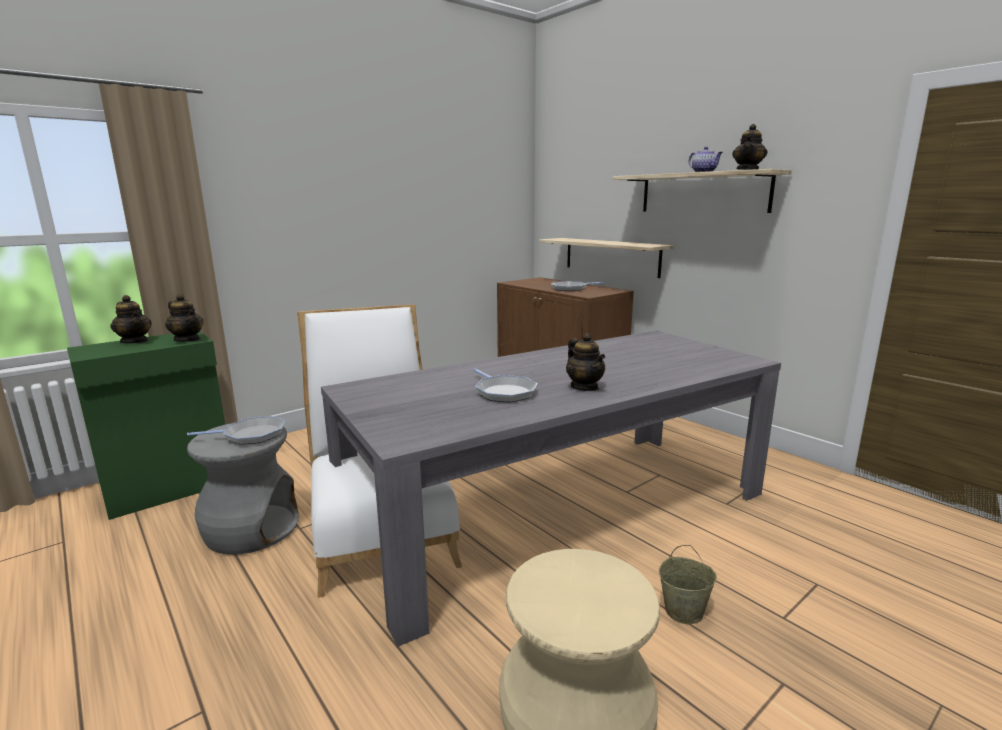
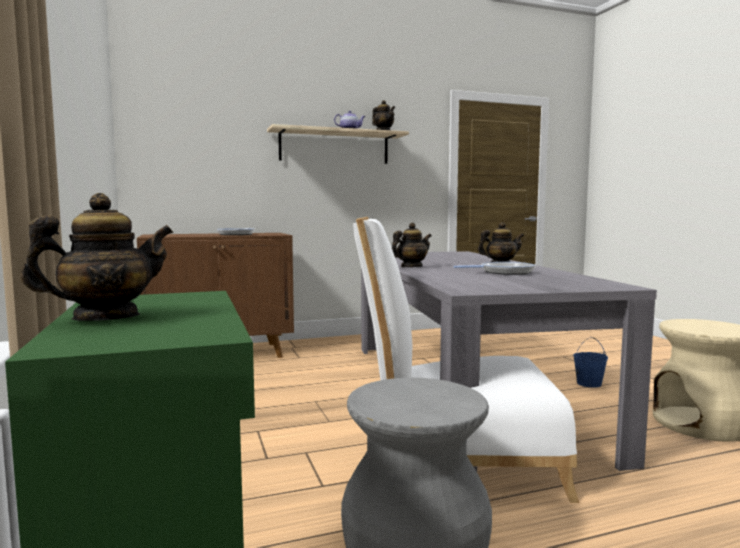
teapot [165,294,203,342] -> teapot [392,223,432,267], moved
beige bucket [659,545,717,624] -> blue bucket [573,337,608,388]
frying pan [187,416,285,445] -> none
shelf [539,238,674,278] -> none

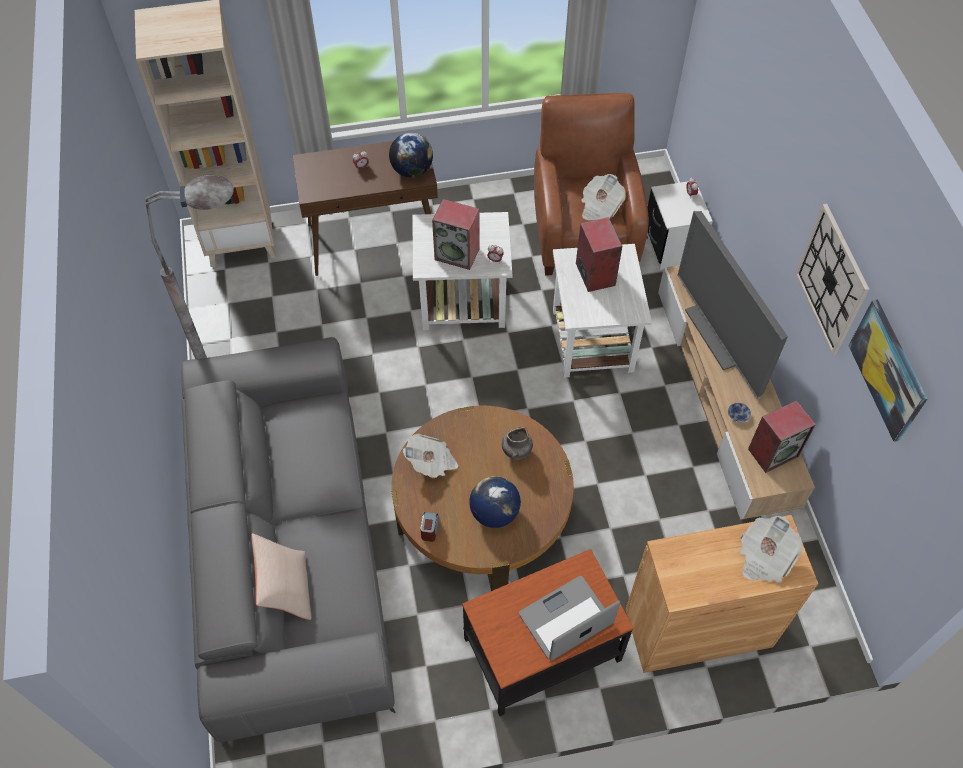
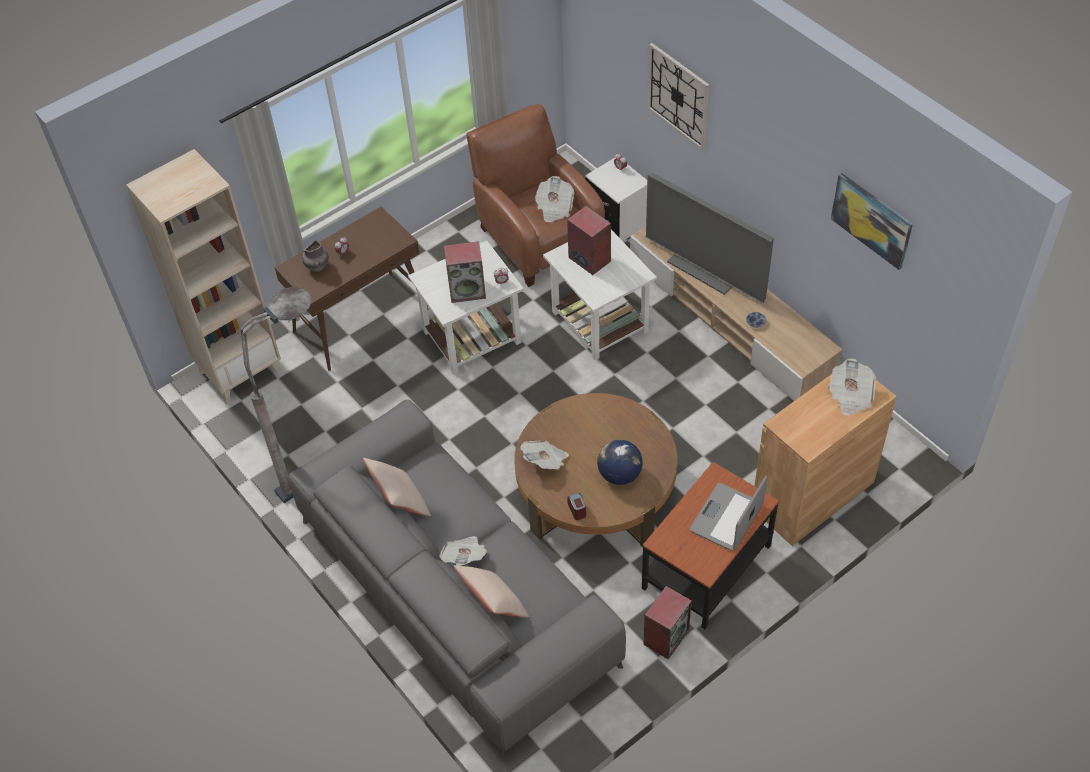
grey vase [502,427,533,460] -> grey vase [302,240,329,272], moved
none -> beige pillow [363,458,431,516]
none -> newspaper [439,536,488,565]
speaker [748,400,816,473] -> speaker [644,586,692,660], moved
wall clock [795,204,870,355] -> wall clock [648,43,709,150], moved
globe [389,133,433,178] -> none

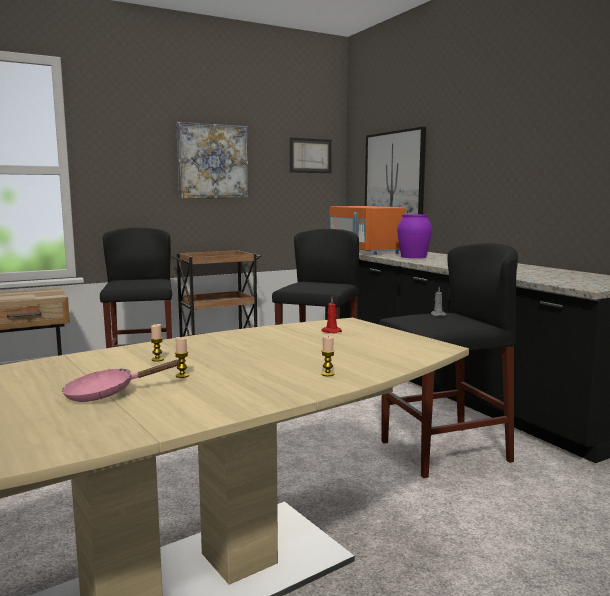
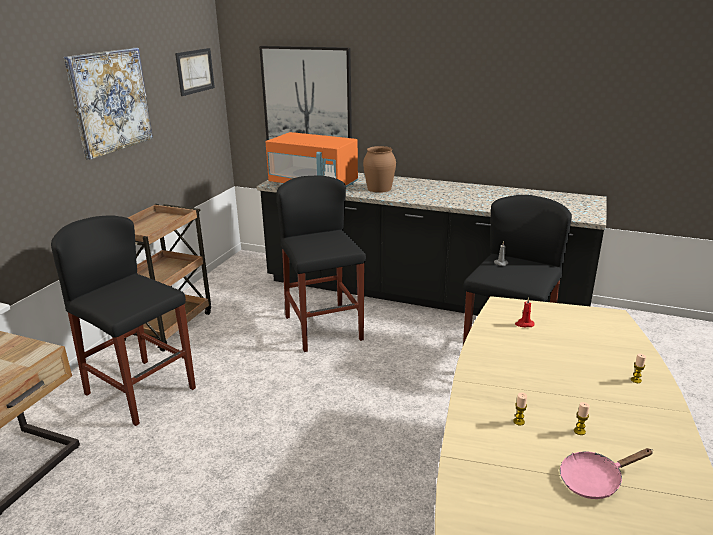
purple vase [397,214,432,258] -> brown vase [363,146,396,193]
pink frying pan [62,360,181,402] -> pink frying pan [560,448,653,499], 45 degrees clockwise

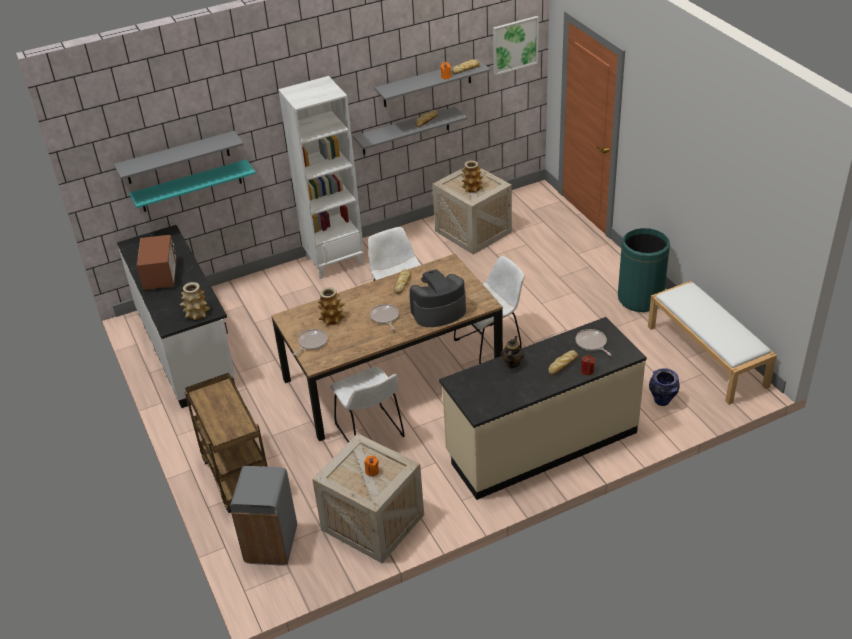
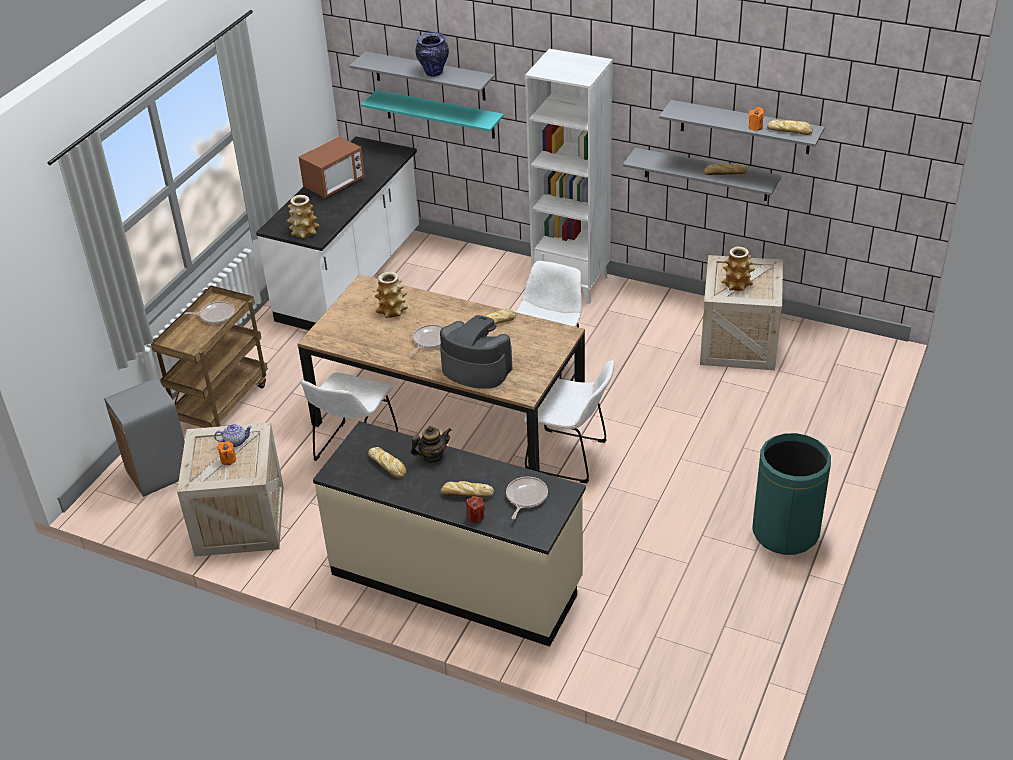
frying pan [293,329,328,355] -> frying pan [181,301,235,324], moved
none -> teapot [214,424,252,447]
none -> bread [368,447,407,478]
vase [649,368,680,406] -> vase [416,32,449,77], moved
picture [493,16,539,75] -> none
white bench [648,281,777,405] -> none

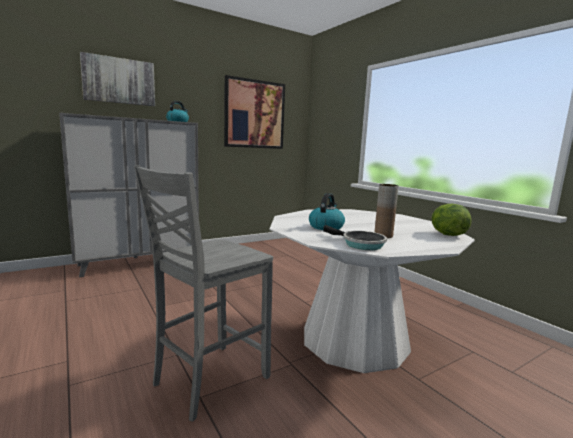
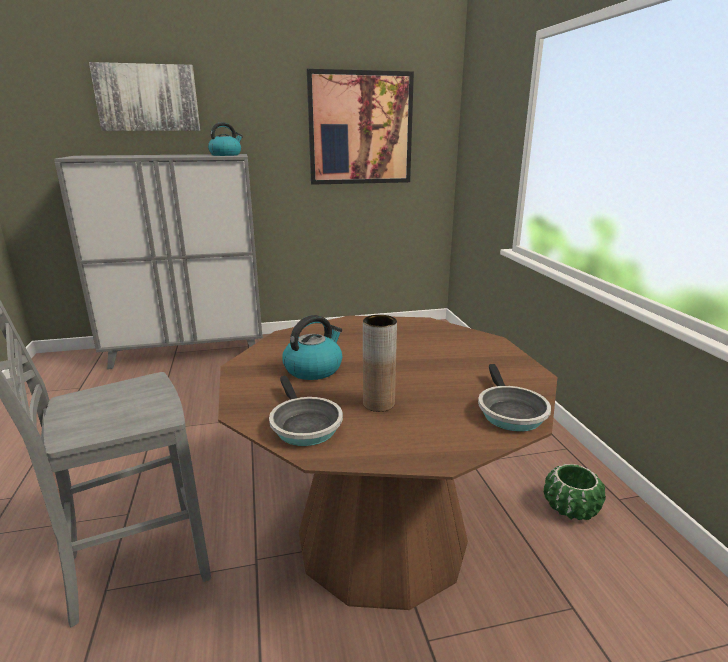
white dining table [269,209,475,373] -> brown dining table [218,315,558,610]
lettuce [432,204,471,236] -> frying pan [478,364,551,432]
none -> green planter [544,464,606,520]

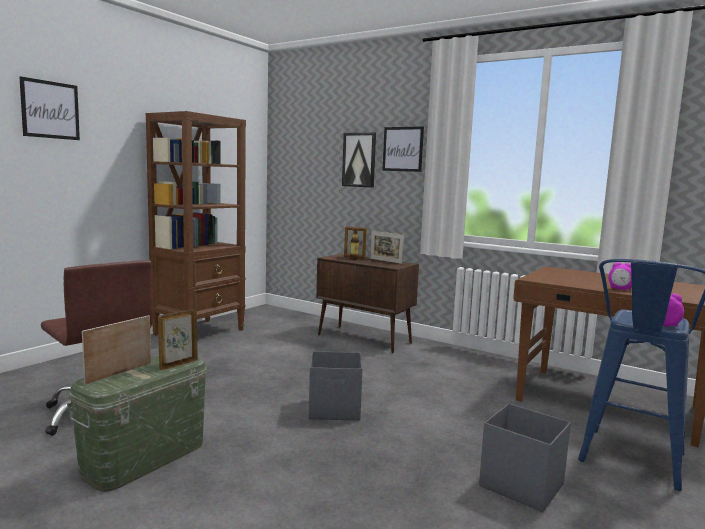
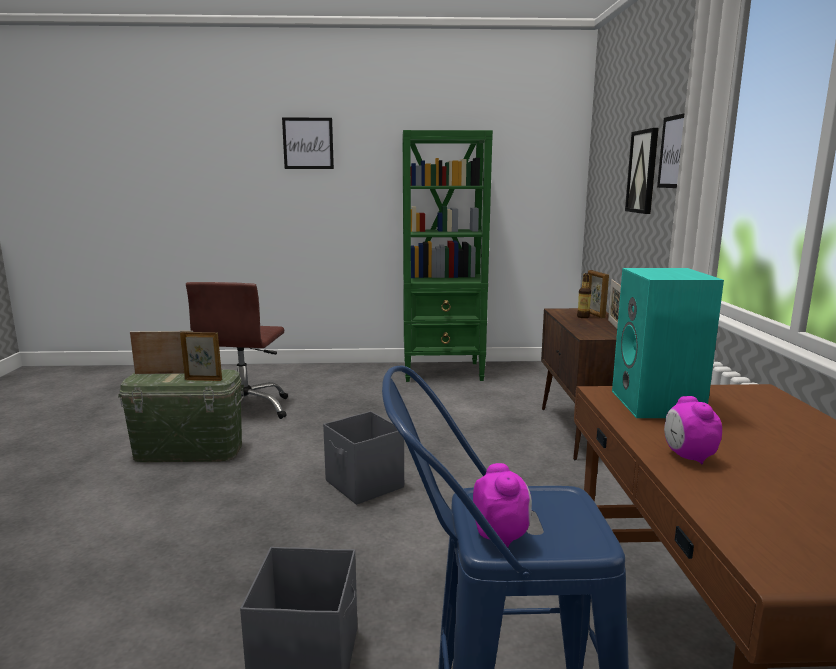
brown bookcase [146,111,246,336] -> green bookcase [402,130,493,382]
none -> turquoise speaker [612,268,724,418]

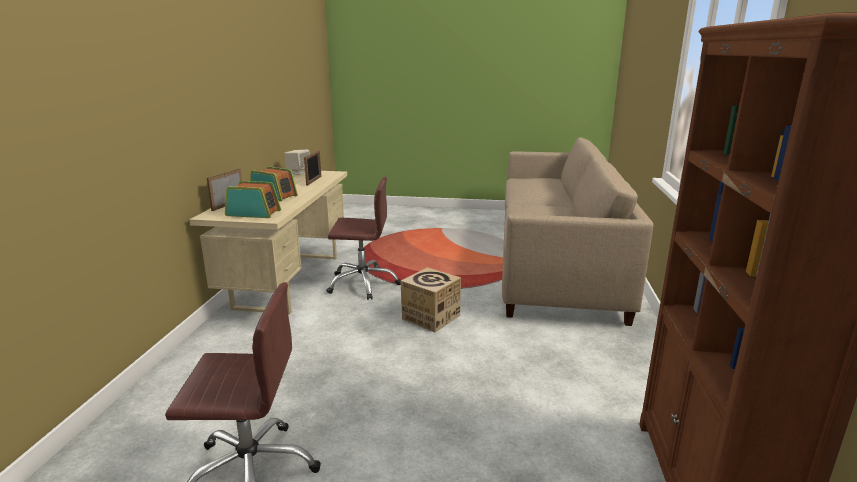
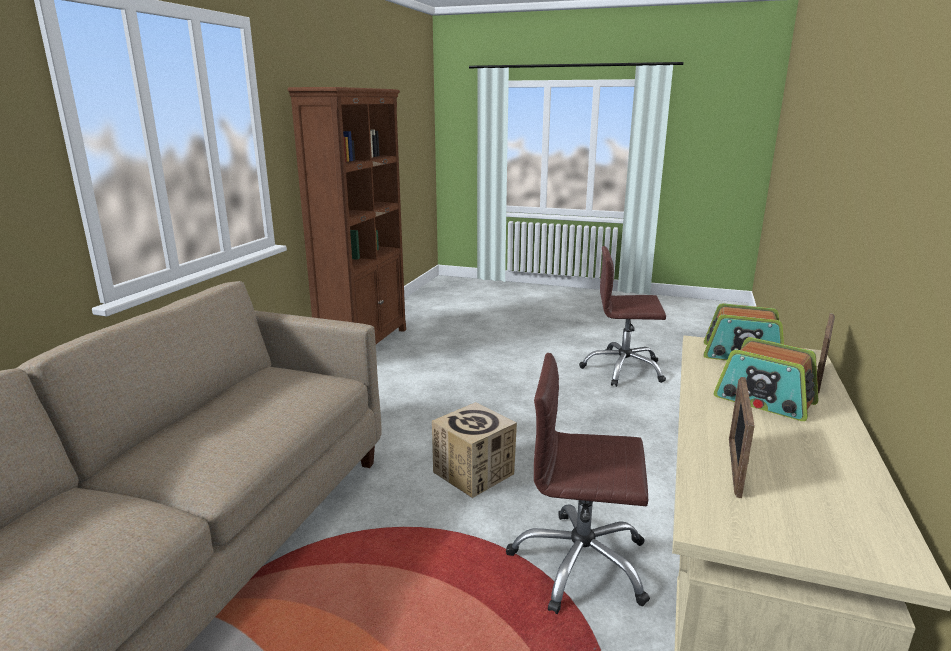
beige speaker [284,150,310,175] -> none

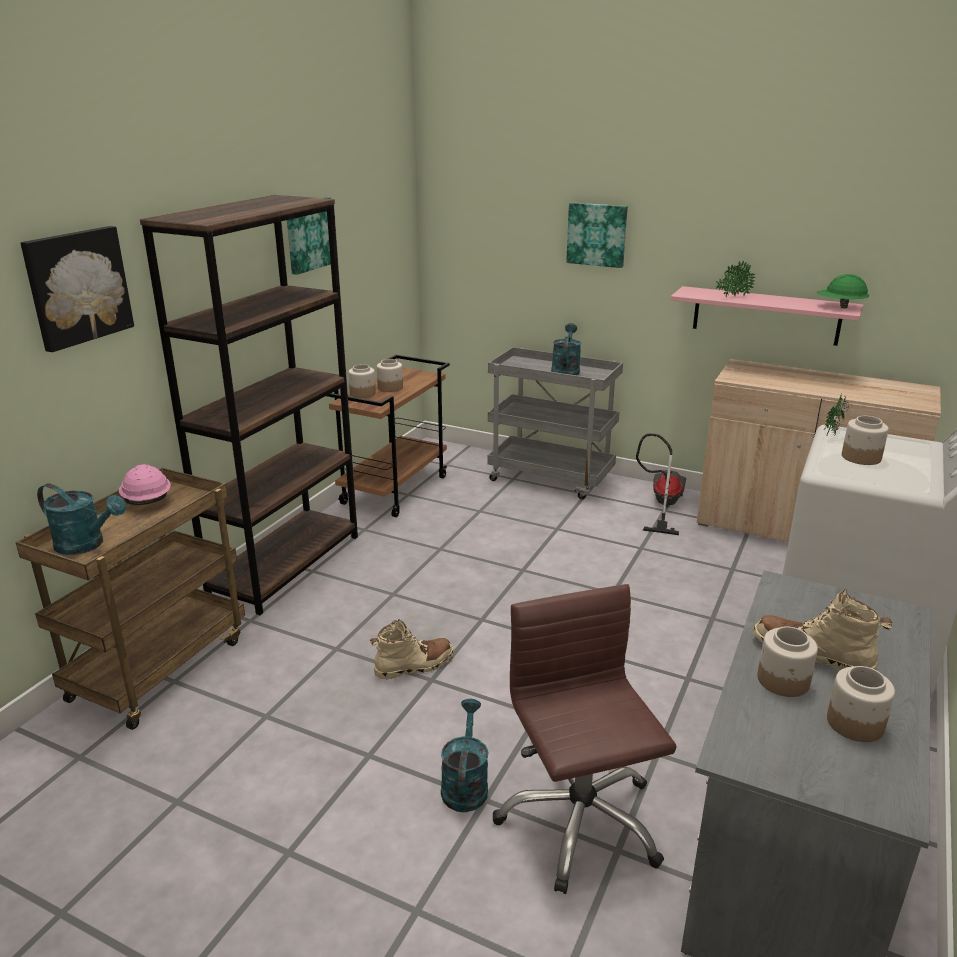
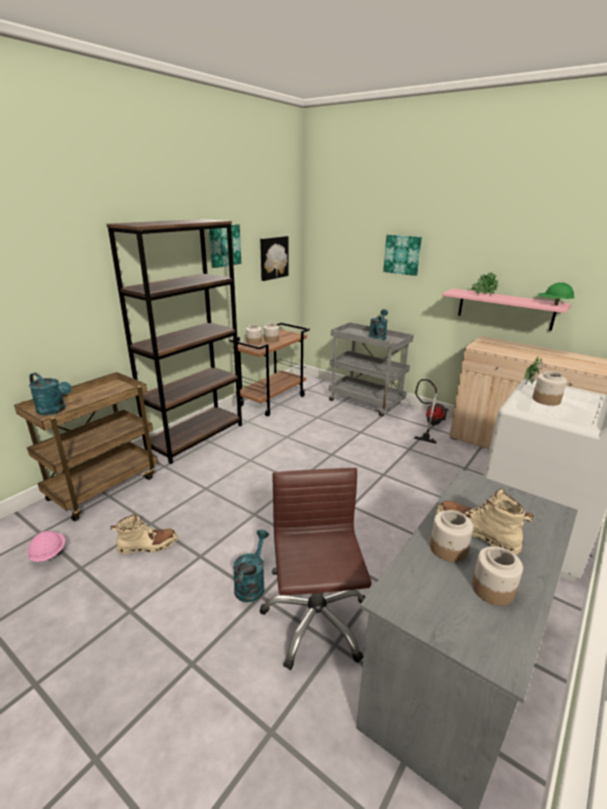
pink hard hat [119,464,171,505] -> pink hard hat [27,531,65,562], moved
beige boot [370,619,454,680] -> beige boot [110,514,178,555], moved
picture [21,226,134,352] -> picture [260,236,289,281], moved

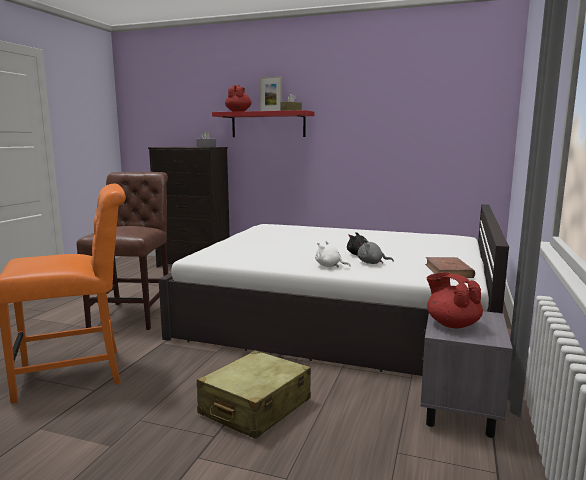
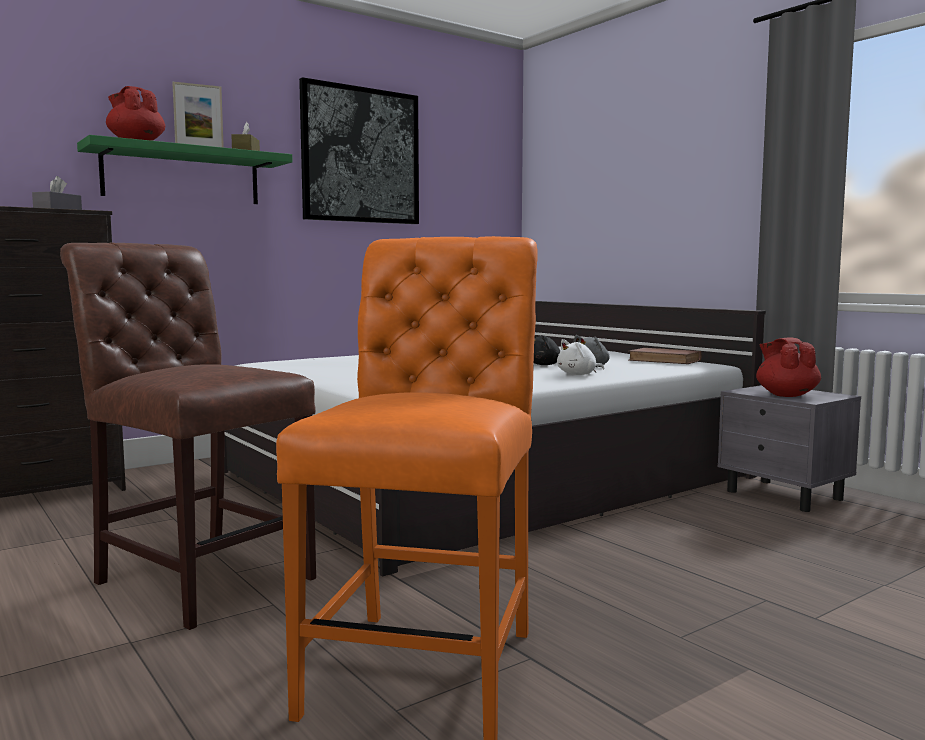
red shelf [212,110,314,137] -> green shelf [77,135,293,204]
none -> picture [299,77,419,224]
red teapot [427,272,483,328] -> red teapot [756,338,821,397], 75 degrees clockwise
beige suitcase [197,350,311,439] -> none

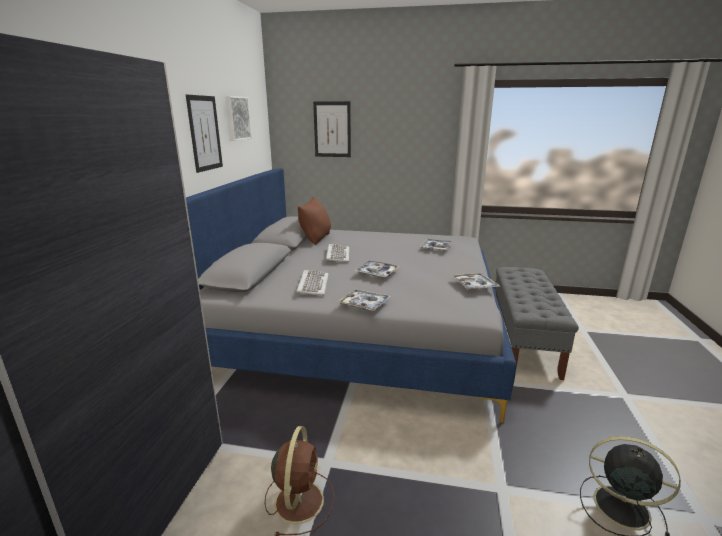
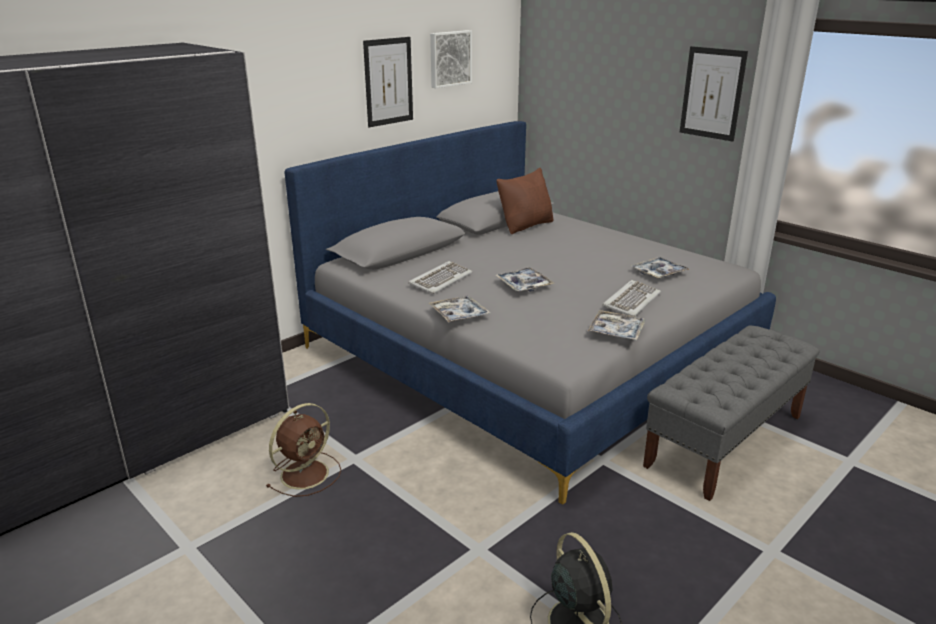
keyboard [326,244,349,262] -> keyboard [602,280,661,316], moved
picture [313,101,351,157] -> picture [680,46,748,142], moved

